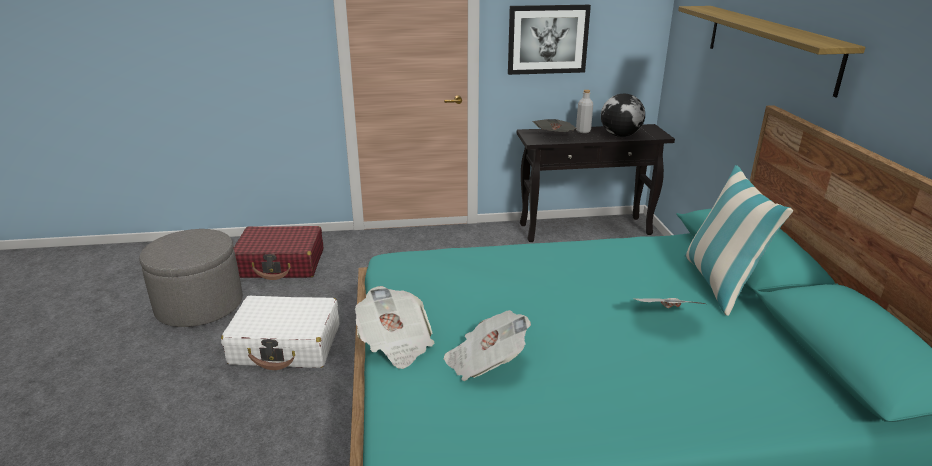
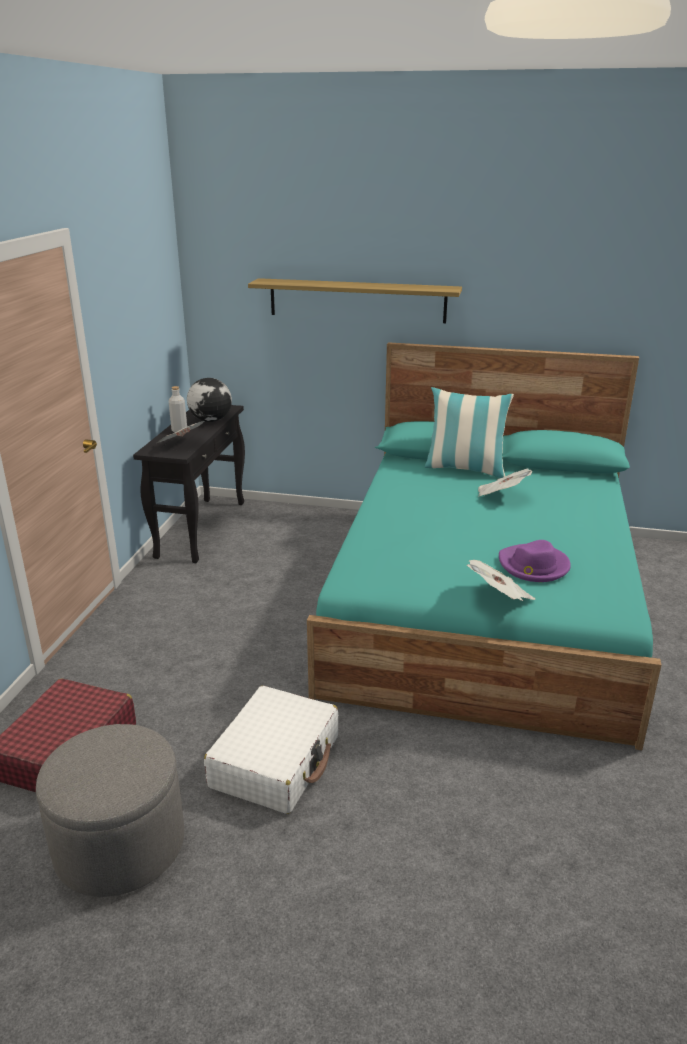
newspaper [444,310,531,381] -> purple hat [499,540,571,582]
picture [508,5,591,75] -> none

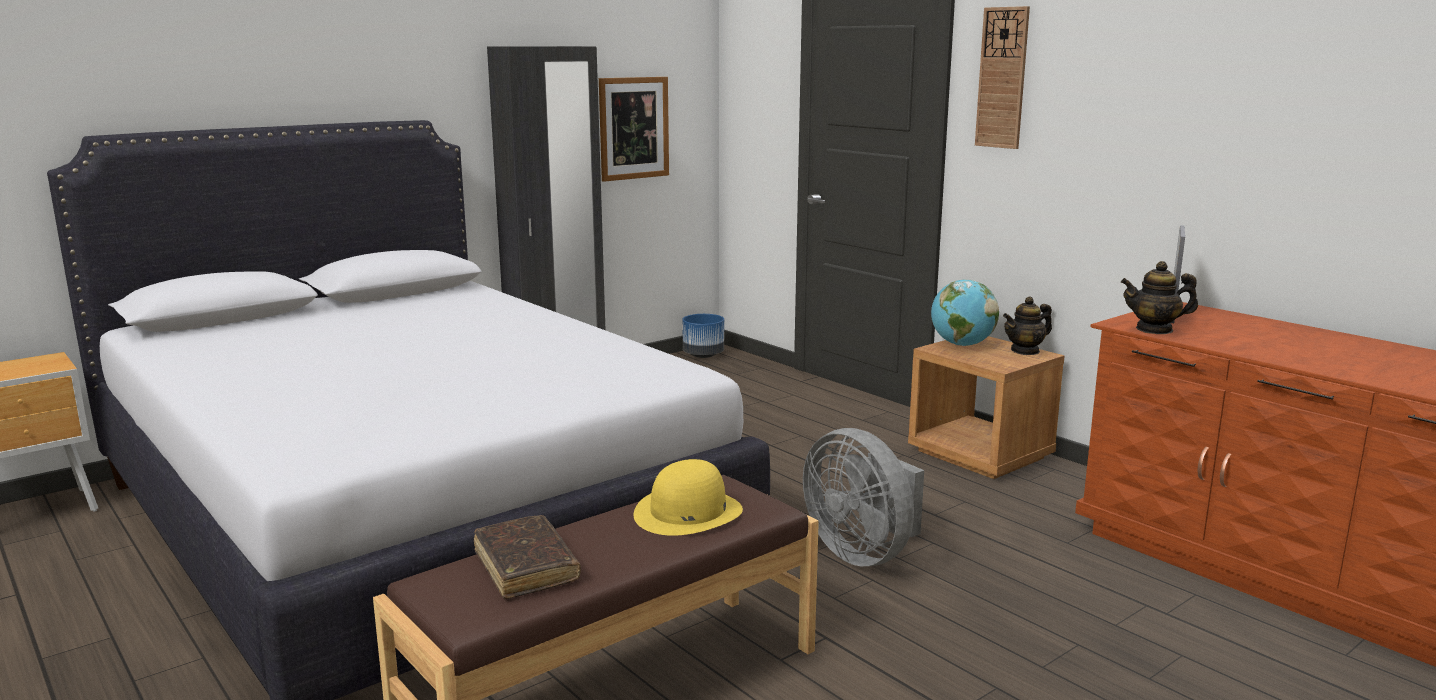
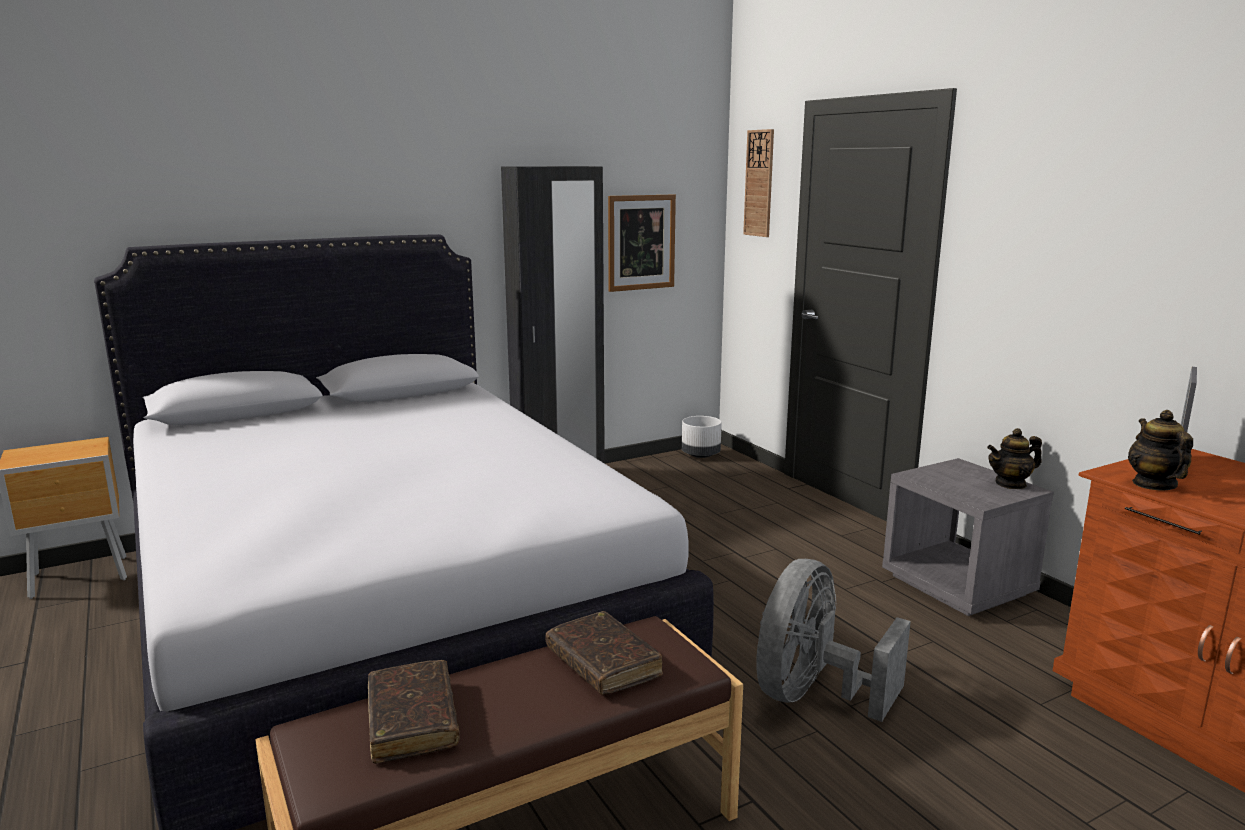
yellow hat [634,459,743,536] -> brown book [545,611,663,695]
blue planter [682,314,724,358] -> white planter [682,416,722,458]
wall clock [975,6,1030,149] -> wall clock [743,129,774,237], moved
grey fan [803,428,924,566] -> grey fan [756,559,911,722], 60 degrees clockwise
brown nightstand [908,336,1065,479] -> grey nightstand [882,458,1054,616]
teapot [1121,261,1198,334] -> teapot [1128,410,1193,491], 75 degrees clockwise
globe [931,279,999,346] -> none

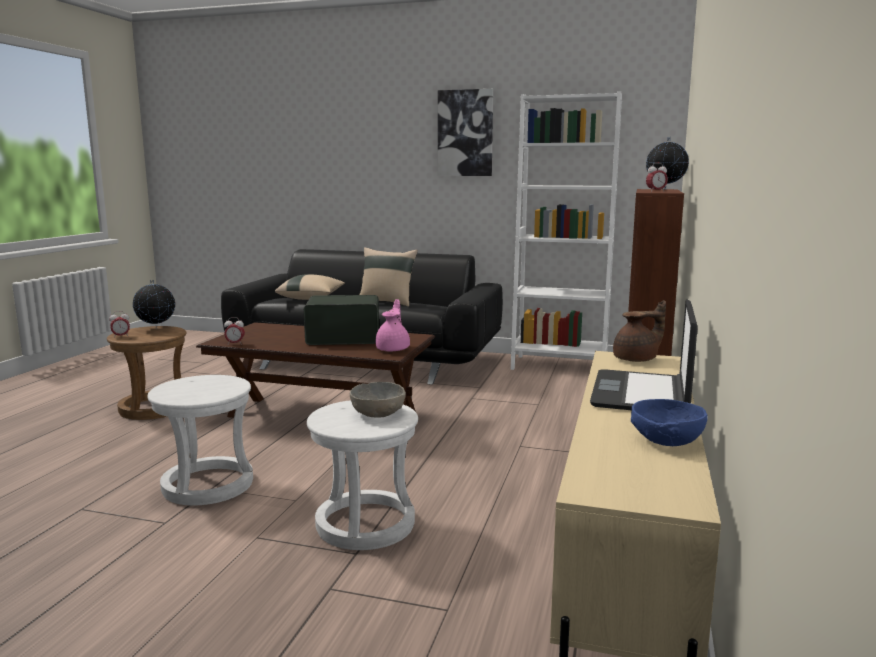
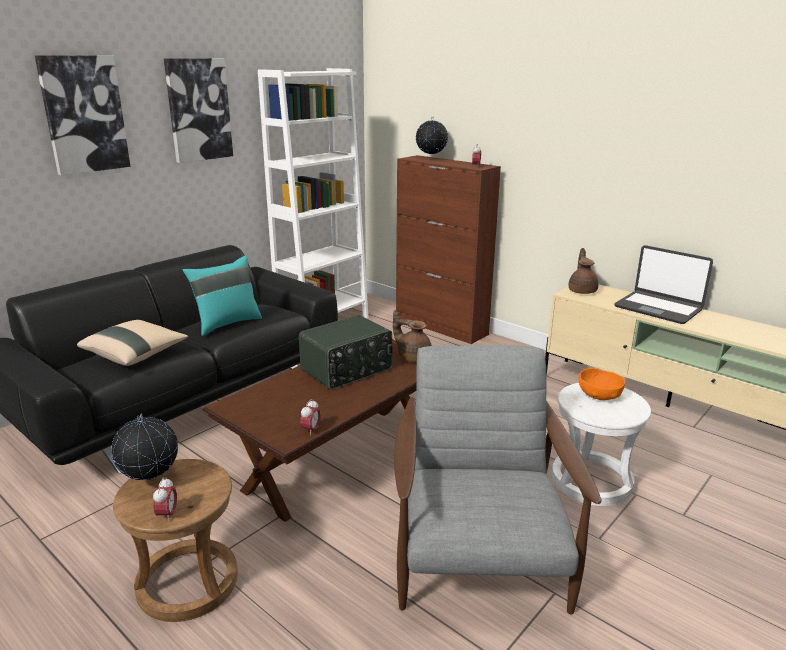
none -> picture [35,55,131,175]
beige pillow [359,247,418,307] -> turquoise pillow [183,255,262,336]
radio [304,295,379,345] -> radio [299,315,392,390], 150 degrees counterclockwise
pink teapot [376,299,410,352] -> brown teapot [393,310,432,362]
white stool [147,375,253,506] -> grey armchair [394,346,602,614]
grey bowl [350,382,406,418] -> orange bowl [579,368,625,400]
blue bowl [631,399,708,446] -> none

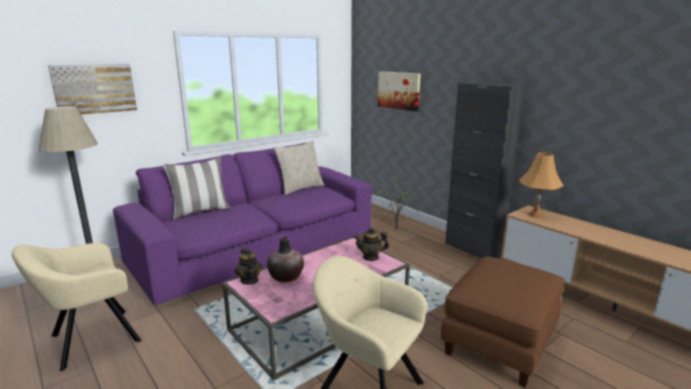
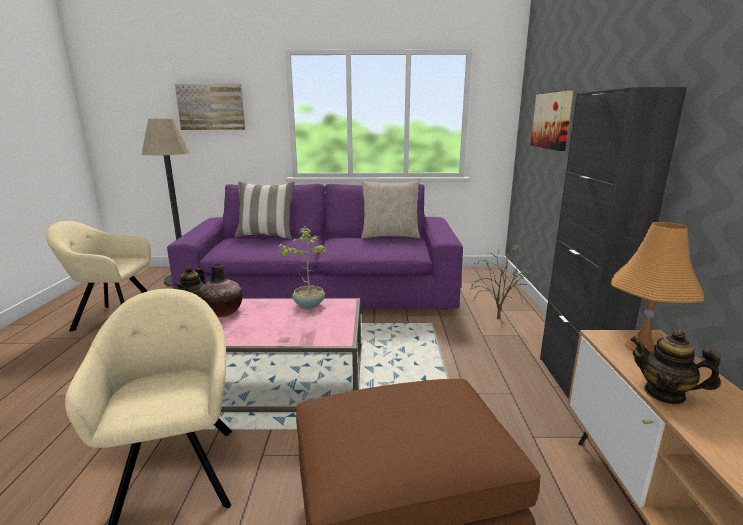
none -> potted plant [277,226,327,309]
teapot [354,227,389,261] -> teapot [630,330,721,404], moved

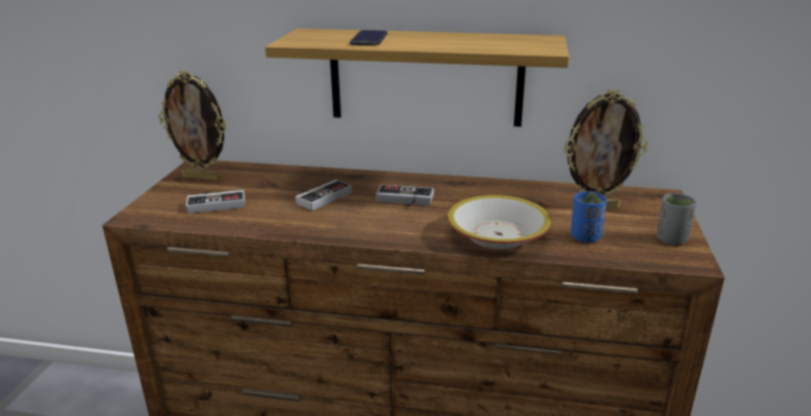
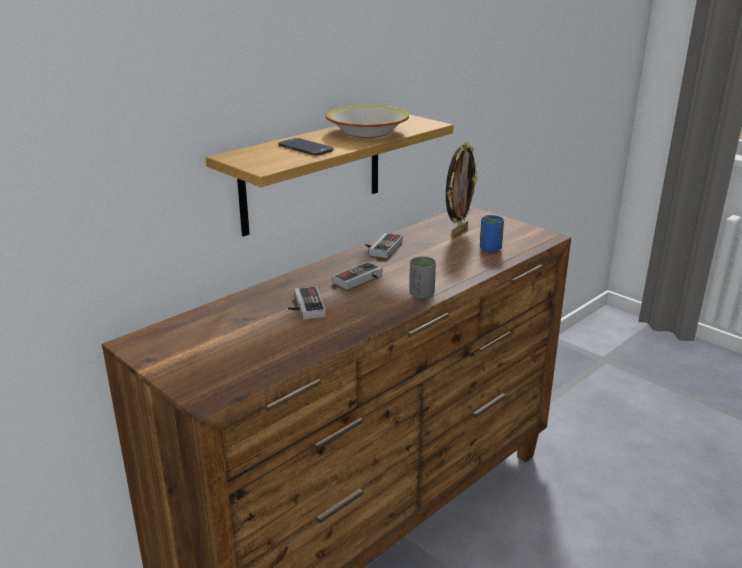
bowl [447,195,551,249] -> bowl [326,105,409,138], moved
game controller [186,190,245,214] -> game controller [365,233,403,258], moved
grey cup [656,193,697,245] -> grey cup [409,256,436,299], moved
picture frame [159,70,226,181] -> none

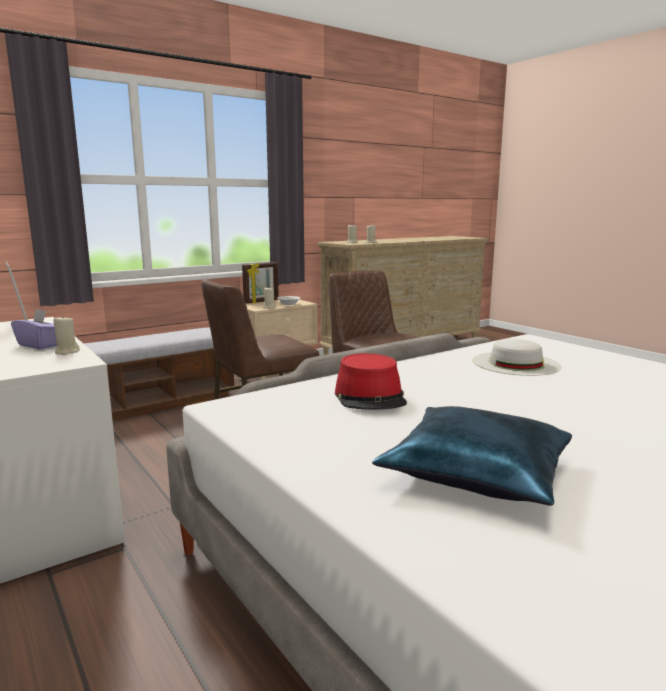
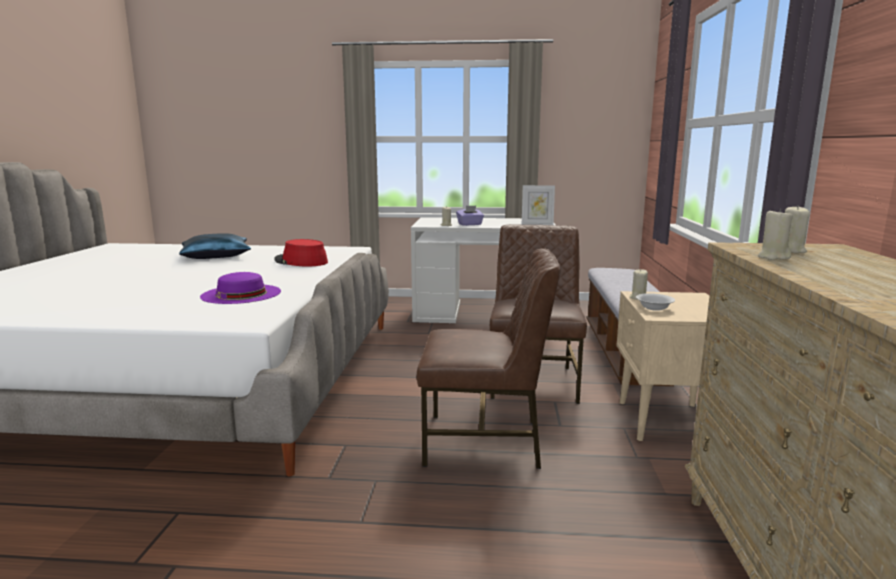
white hat [473,339,562,376] -> purple hat [200,272,281,304]
picture frame [242,262,279,304] -> none

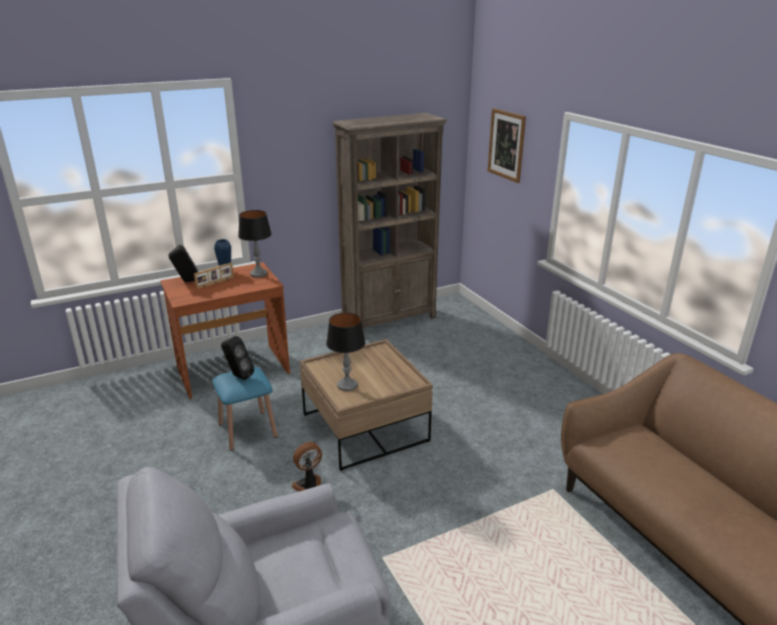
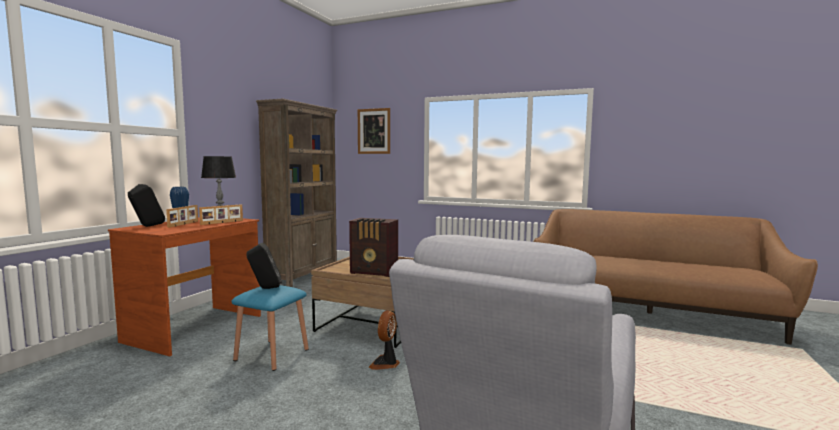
none -> picture frame [199,204,243,225]
table lamp [326,313,366,391] -> radio [349,218,398,277]

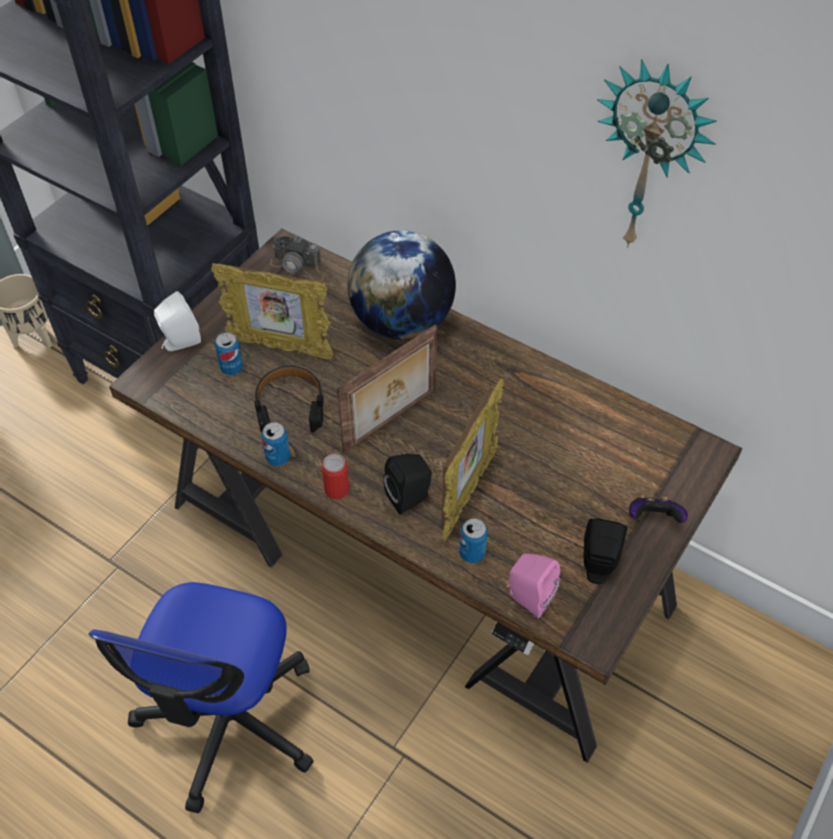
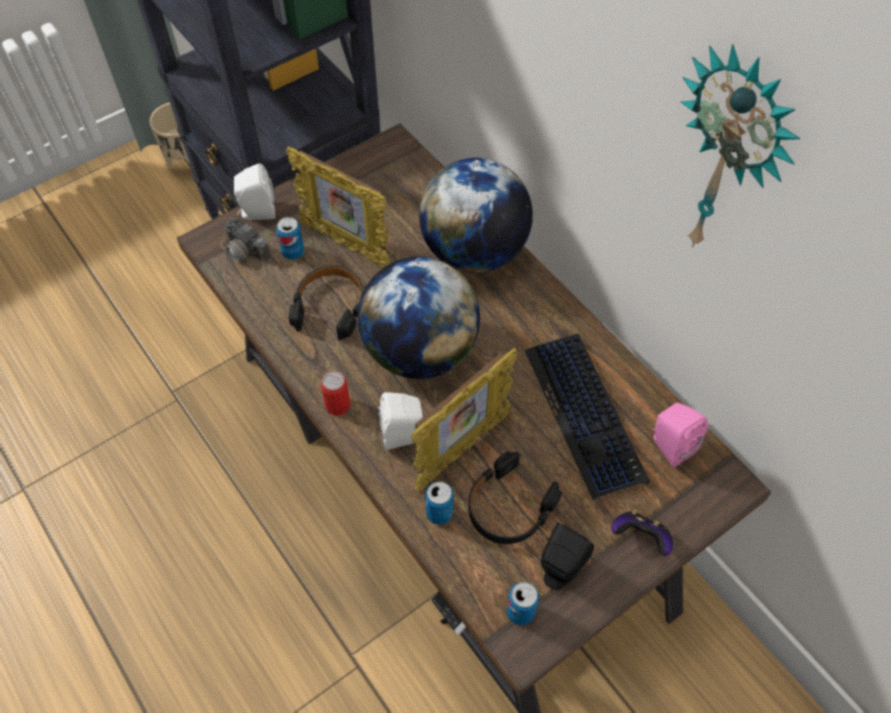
photo camera [270,236,324,282] -> photo camera [220,218,271,279], moved
picture frame [337,324,437,453] -> globe [358,256,480,379]
black speaker [383,454,432,515] -> white speaker [378,392,423,450]
none -> black headphones [468,451,562,544]
can [261,422,290,466] -> can [507,582,539,625], moved
none -> keyboard [525,333,649,500]
pink speaker [507,553,560,618] -> pink speaker [652,403,708,468], moved
office chair [89,582,314,813] -> none

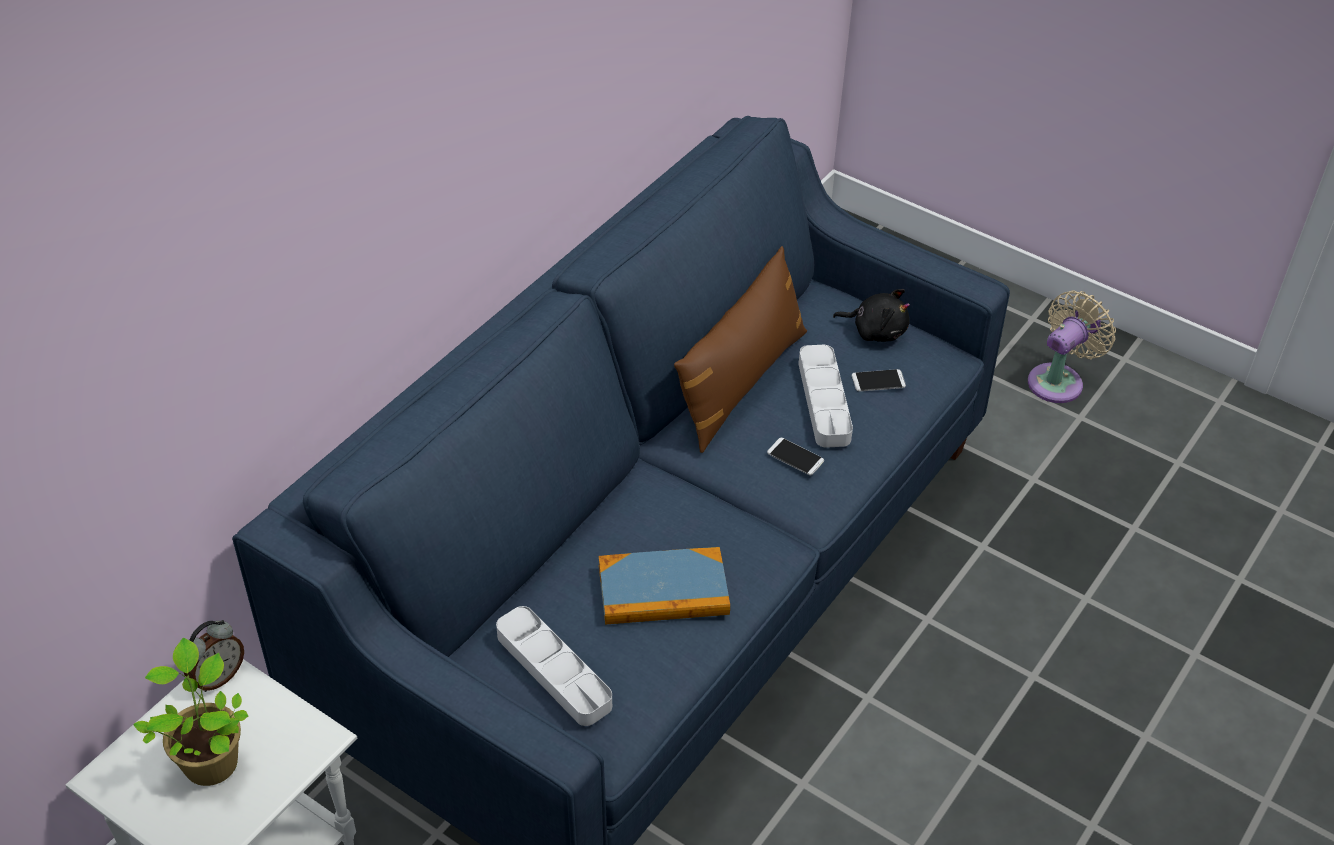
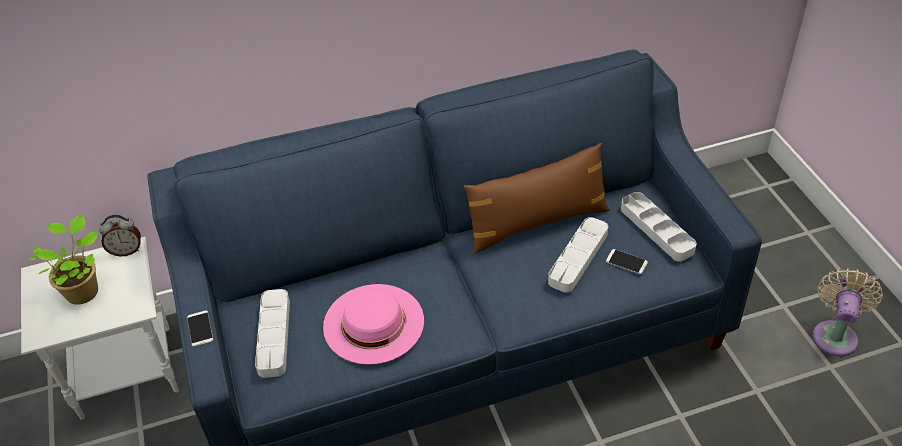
phone [767,438,824,475] -> phone [187,310,213,347], moved
book [599,547,730,625] -> pink hat [323,284,424,365]
black plush toy [833,289,910,342] -> grey tray [621,192,697,262]
beige fan [1028,290,1116,403] -> beige fan [813,268,883,356], 60 degrees counterclockwise

